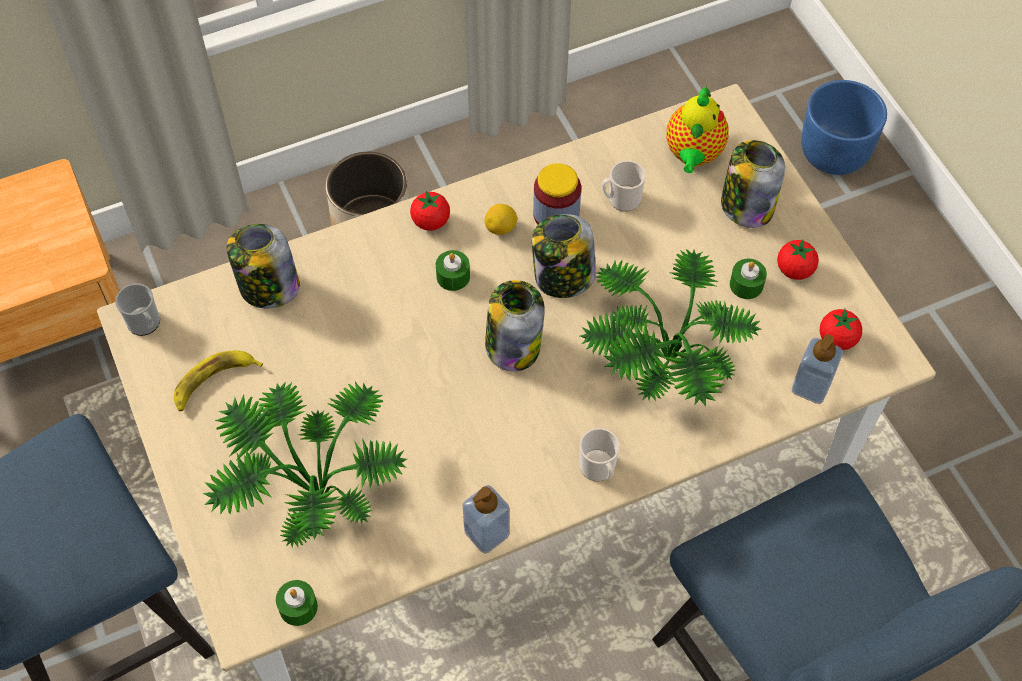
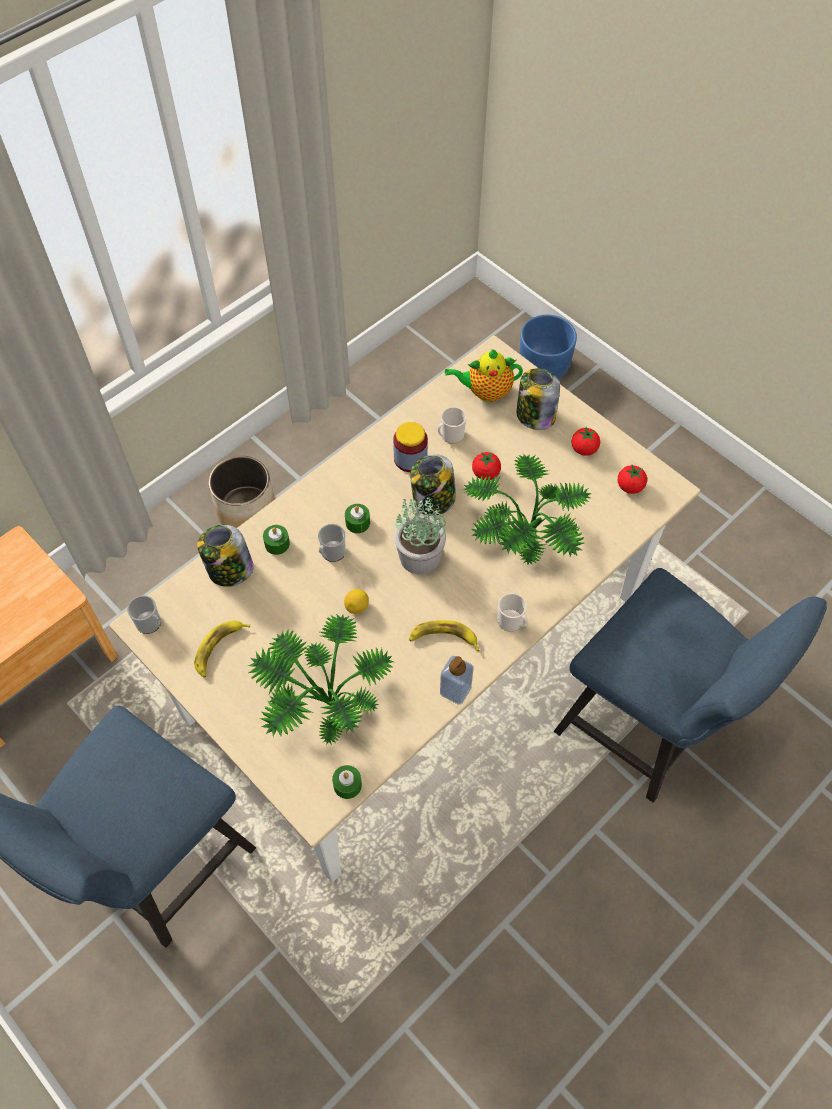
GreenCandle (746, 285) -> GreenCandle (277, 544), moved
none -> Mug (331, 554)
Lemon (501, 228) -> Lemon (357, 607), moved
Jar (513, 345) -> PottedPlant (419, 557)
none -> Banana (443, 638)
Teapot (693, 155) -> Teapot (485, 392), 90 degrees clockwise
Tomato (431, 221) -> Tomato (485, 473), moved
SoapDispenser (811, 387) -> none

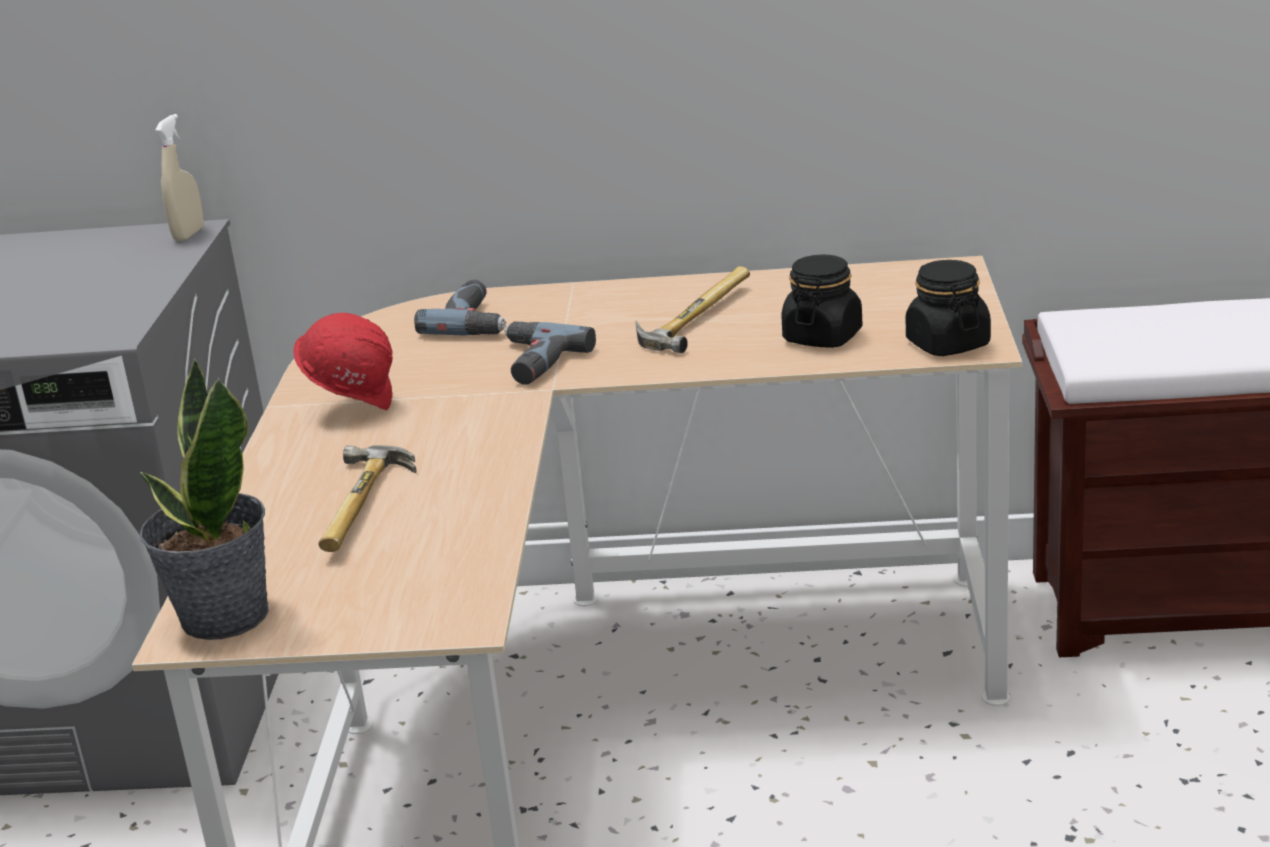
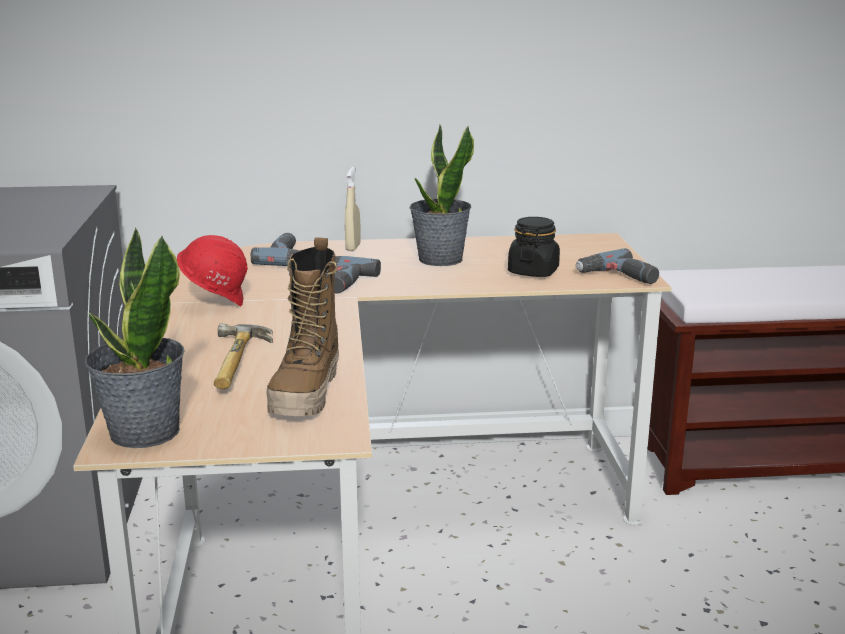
none -> Boot (307, 394)
BeigeSprayBottle (189, 234) -> BeigeSprayBottle (353, 247), moved
Hammer (691, 317) -> PottedPlant (440, 259)
BlackJar (947, 344) -> PowerDrill (618, 277)

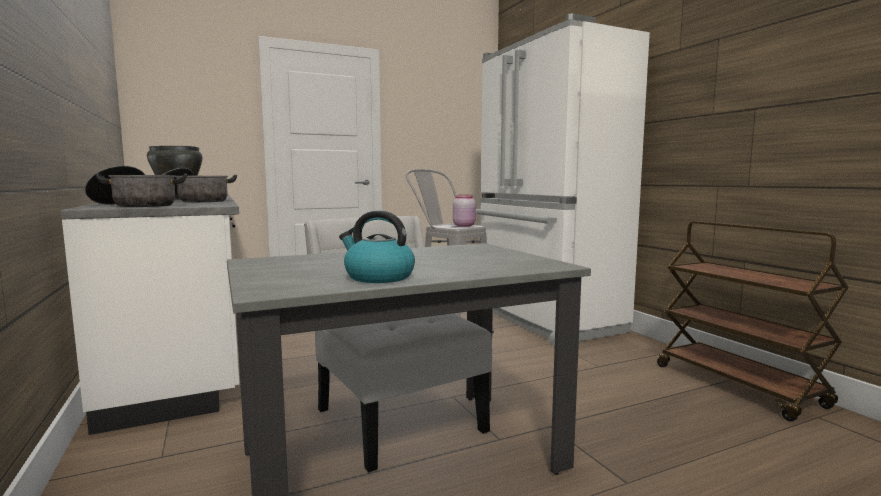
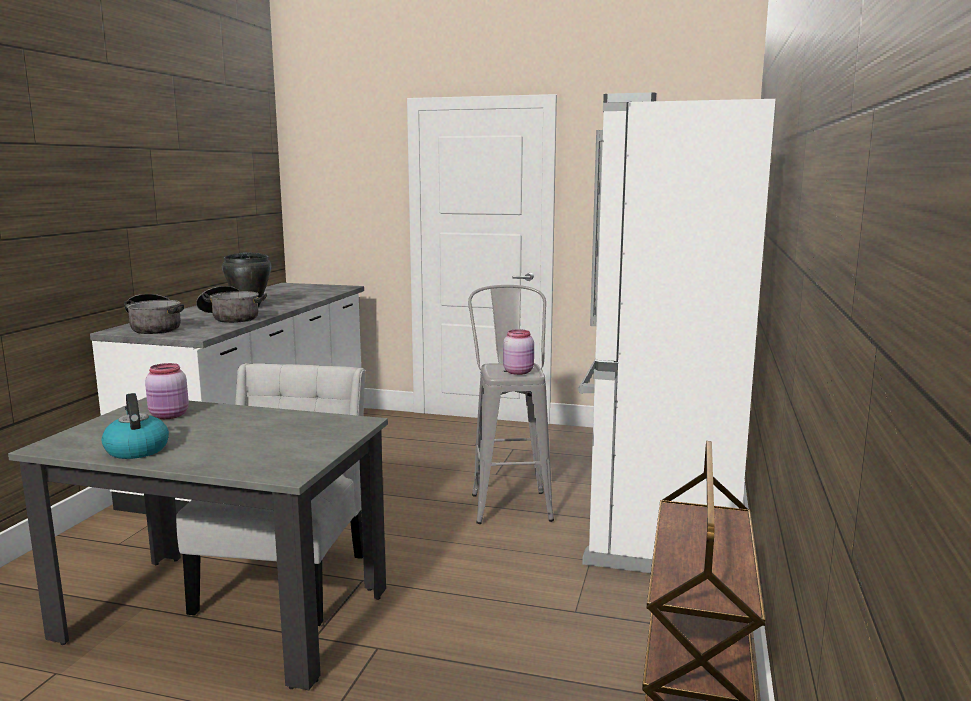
none -> PinkJar (170, 416)

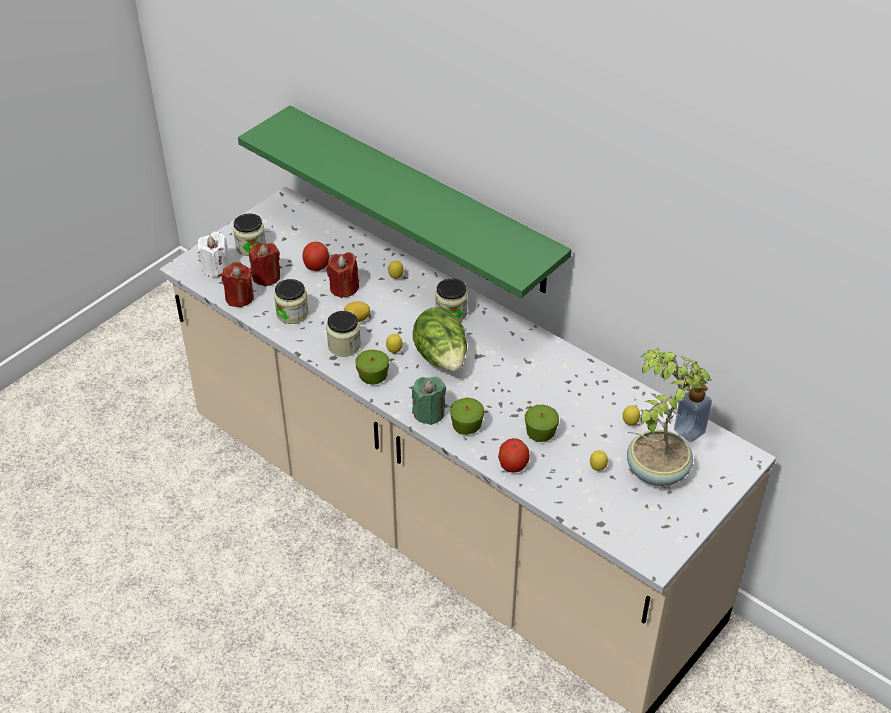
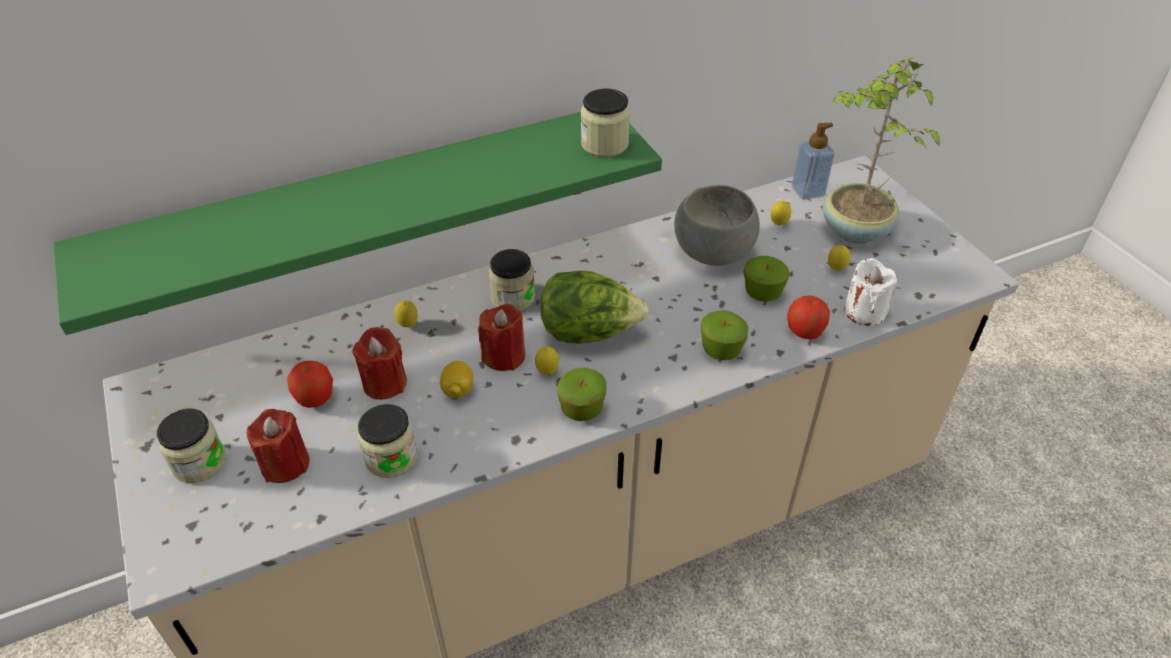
RedCandle (239, 298) -> RedCandle (504, 356), moved
Jar (344, 346) -> Jar (604, 144), moved
none -> GreyBowl (714, 251)
WhiteCandle (216, 268) -> WhiteCandle (864, 312), moved
GreenCandle (429, 413) -> none

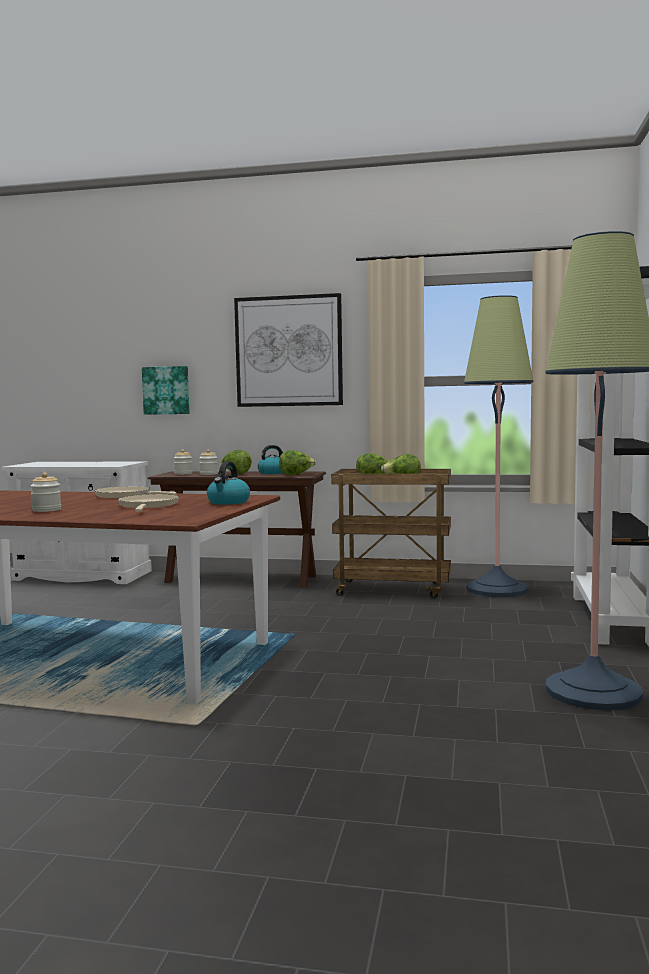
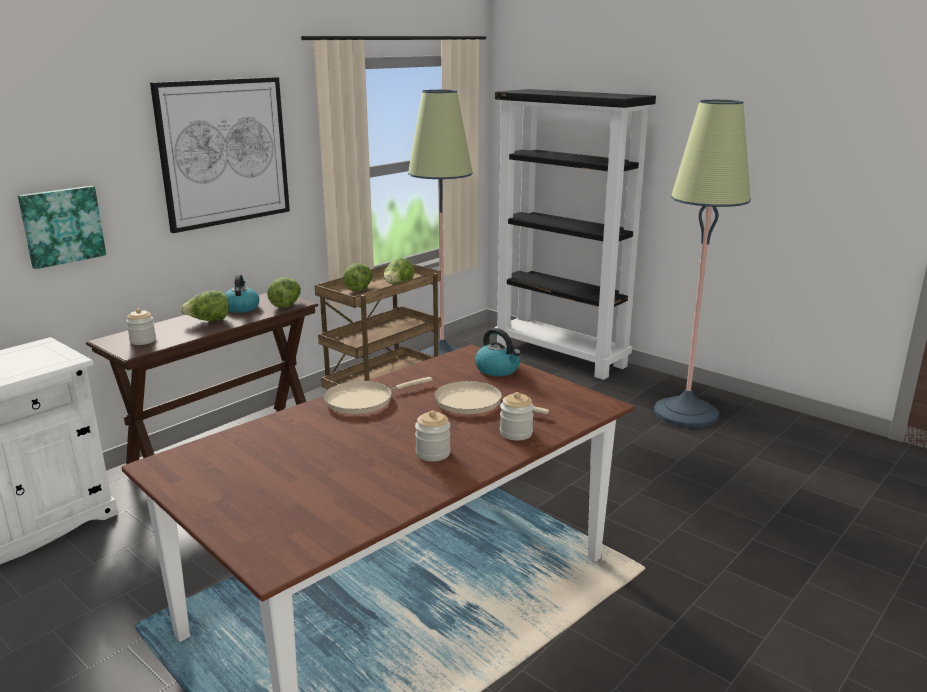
Jar (209, 474) -> Jar (516, 433), moved

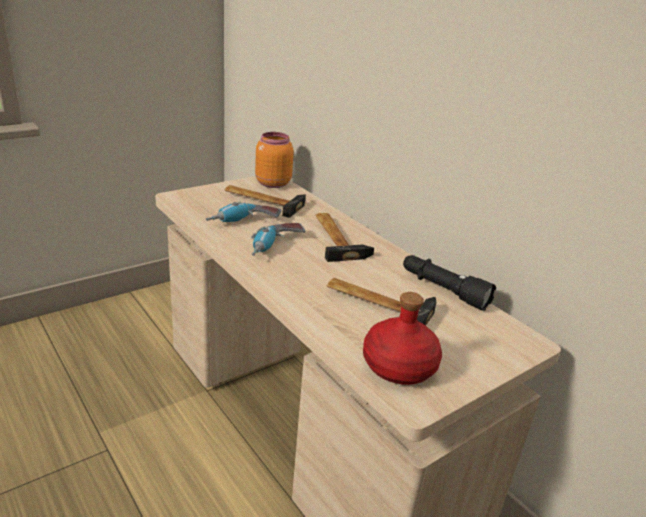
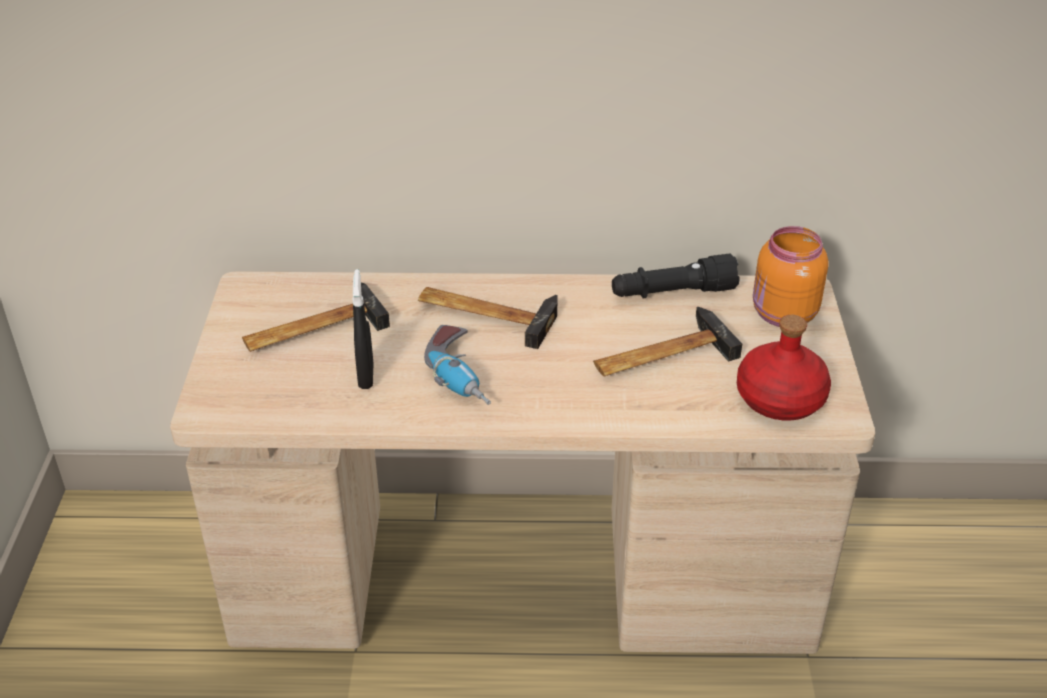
PowerDrill (244, 223) -> BlackSprayBottle (366, 376)
OrangeJar (272, 183) -> OrangeJar (782, 315), moved

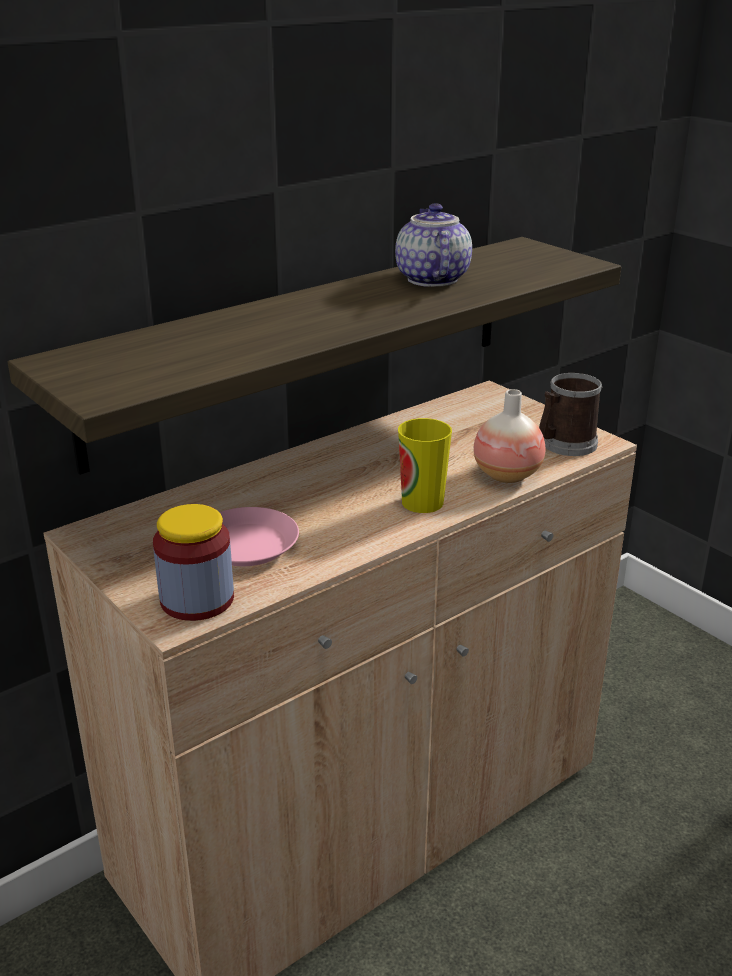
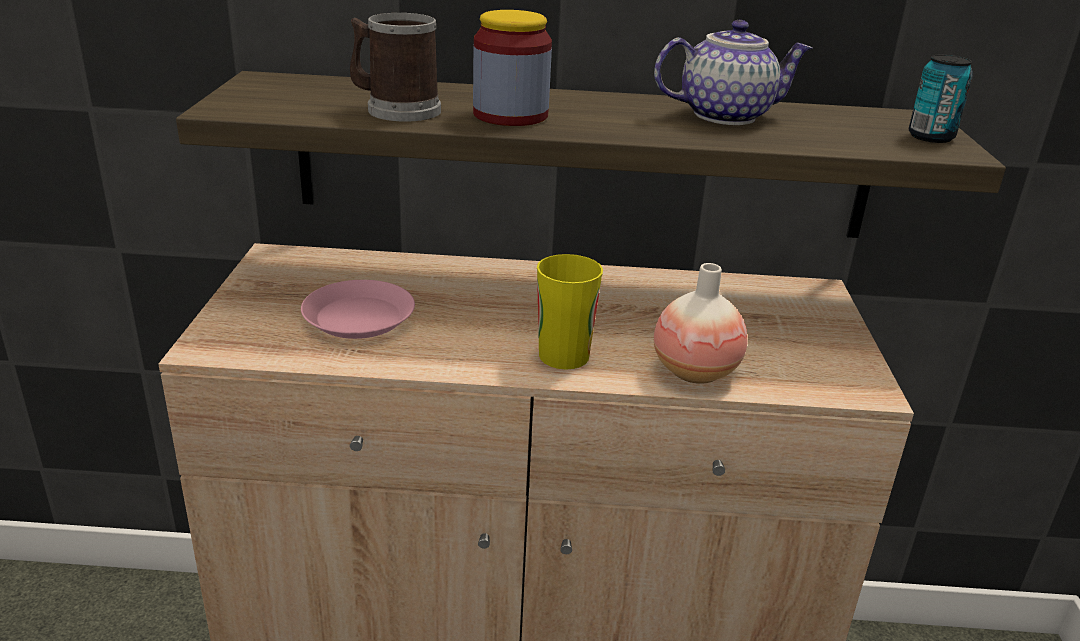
Mug (564, 445) -> Mug (396, 110), moved
Jar (197, 599) -> Jar (510, 115), moved
Teapot (430, 279) -> Teapot (725, 115), 45 degrees clockwise
none -> Can (930, 137)

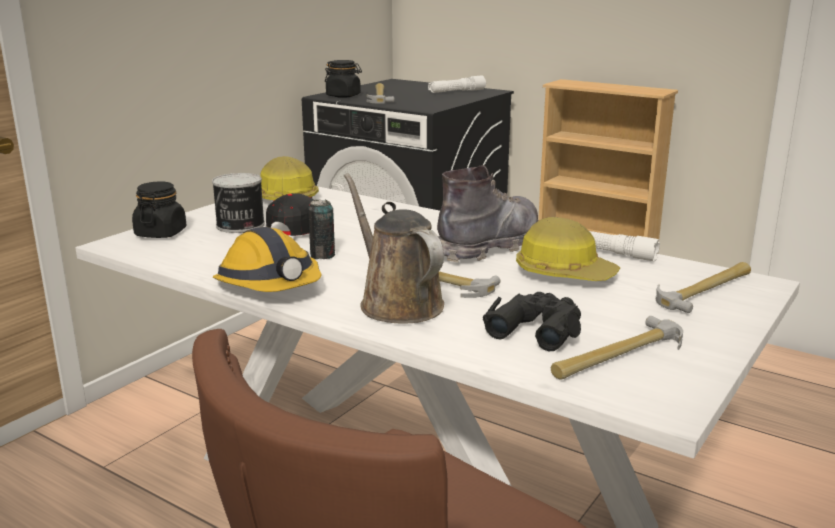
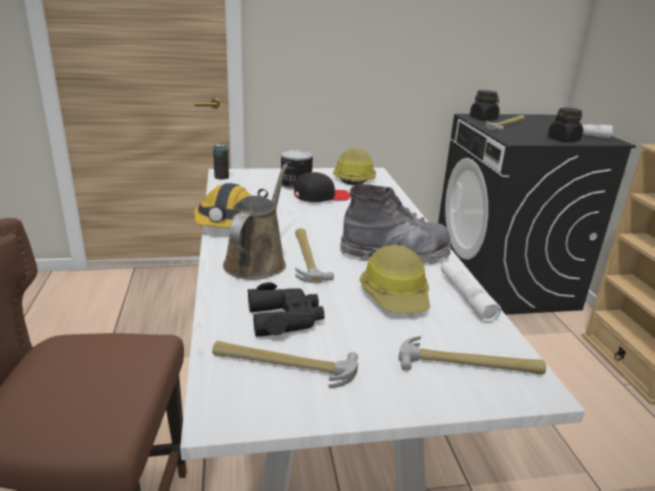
Can (322, 255) -> Can (221, 177), moved
BlackJar (161, 233) -> BlackJar (563, 139), moved

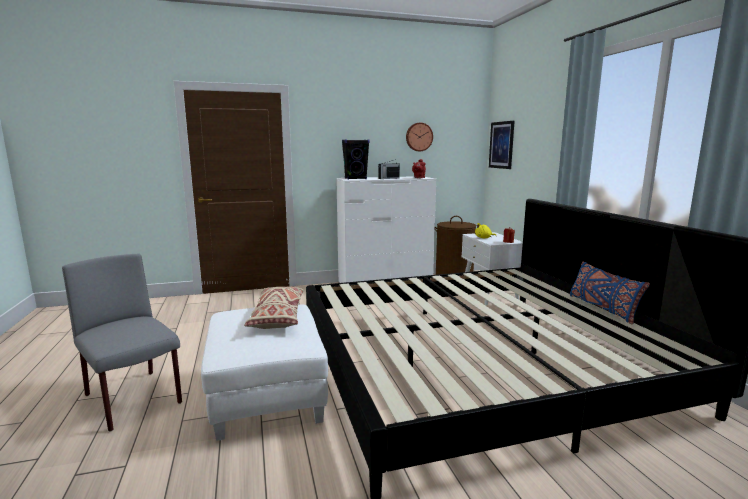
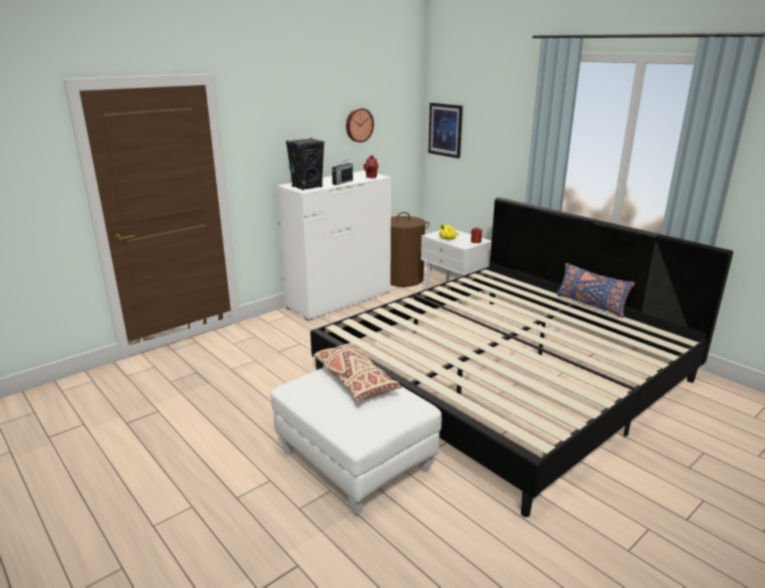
GreyChair (134, 400) -> none

